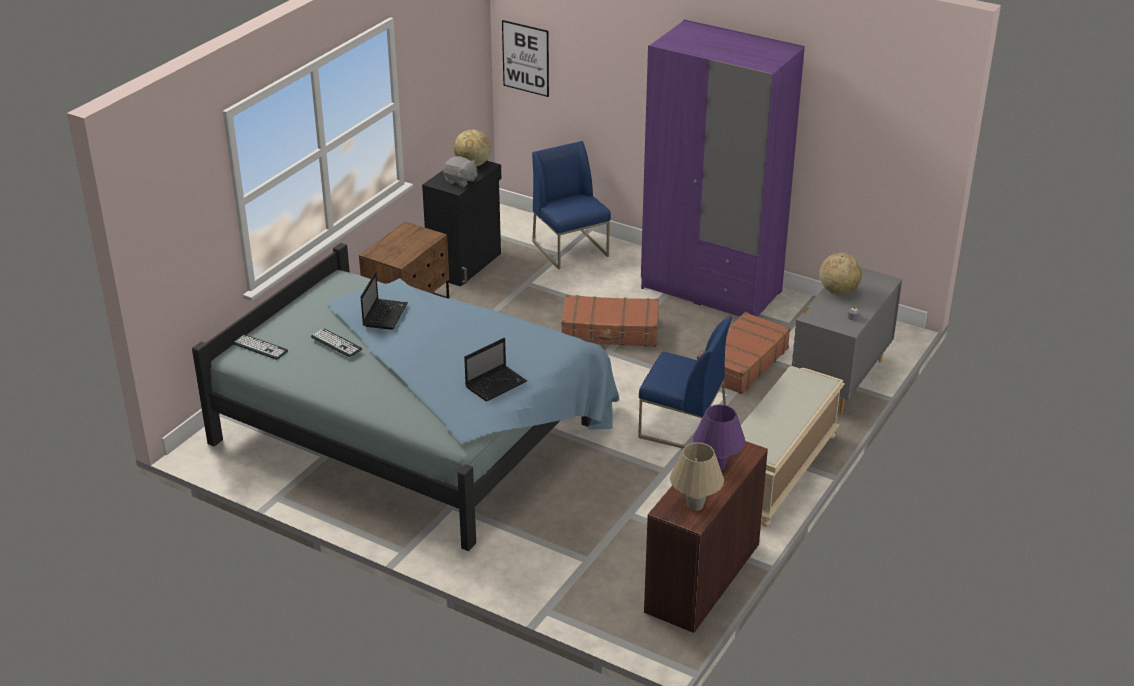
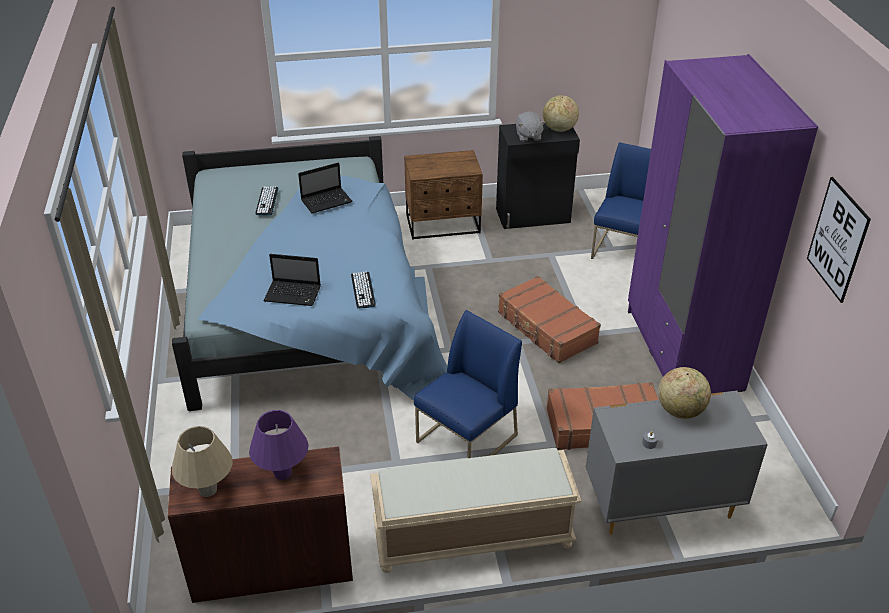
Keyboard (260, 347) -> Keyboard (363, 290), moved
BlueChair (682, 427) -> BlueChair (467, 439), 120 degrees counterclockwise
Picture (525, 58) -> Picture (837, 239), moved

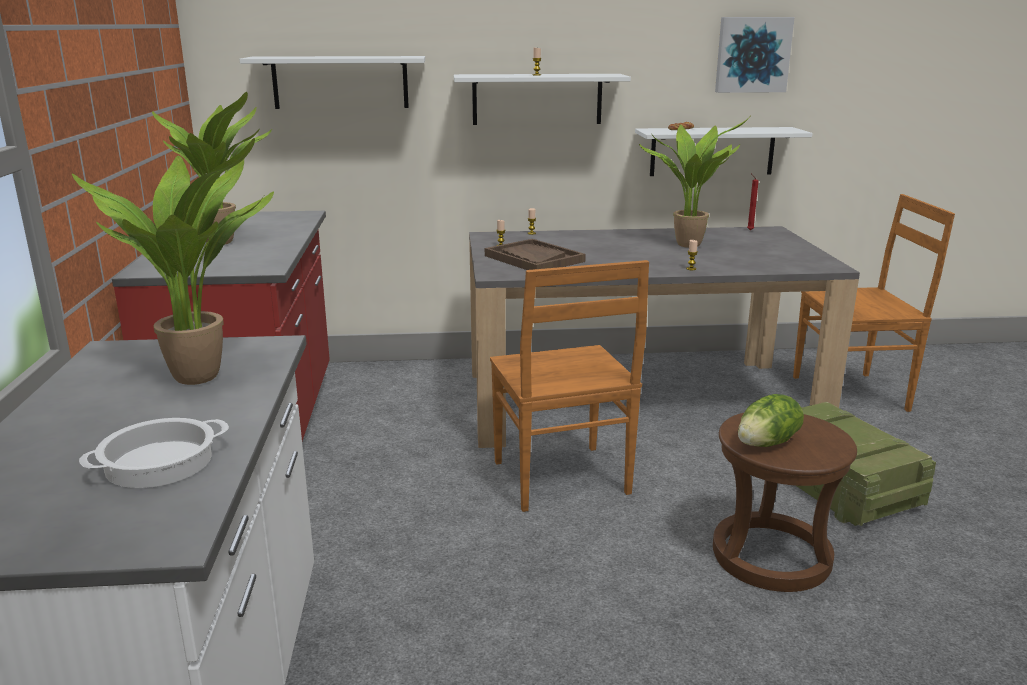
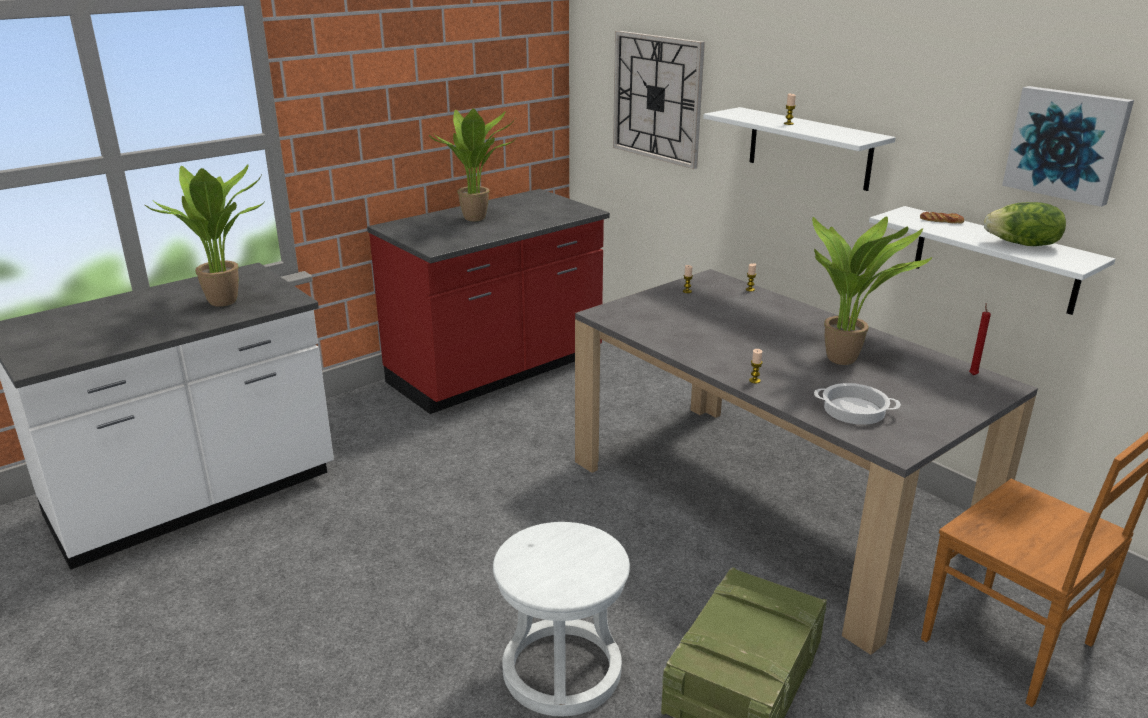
BrownStool (771, 555) -> WhiteStool (562, 670)
WhiteShelf (340, 82) -> WallClock (657, 98)
CookingPot (158, 463) -> CookingPot (853, 410), moved
Lettuce (768, 443) -> Lettuce (1022, 244), moved
BrownTray (534, 258) -> none
BrownChair (562, 480) -> none

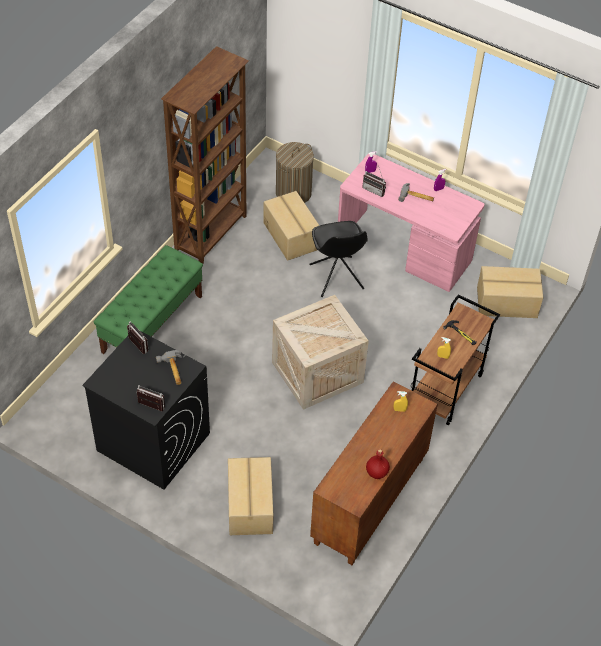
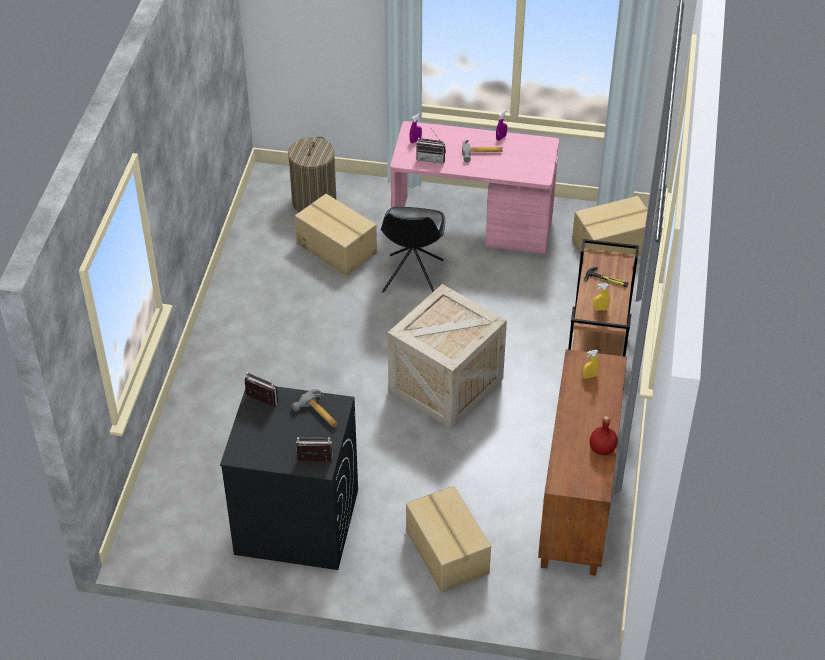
BlackChair (336, 277) -> BlackChair (412, 277), 45 degrees clockwise
GreenBench (152, 324) -> none
BrownBookcase (212, 233) -> none

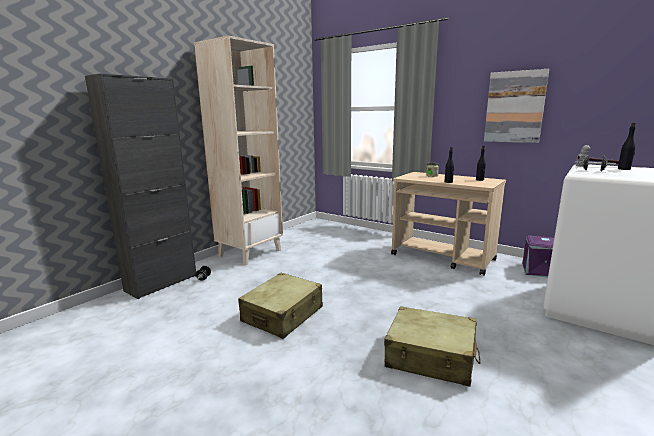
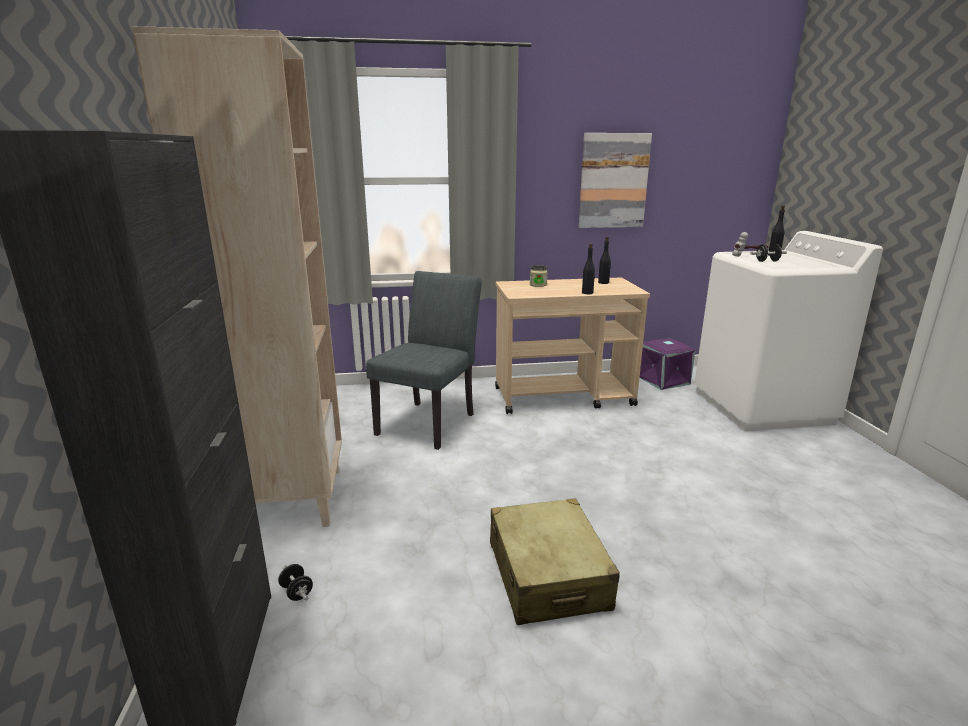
none -> GreyChair (430, 421)
BeigeSuitcase (431, 357) -> none

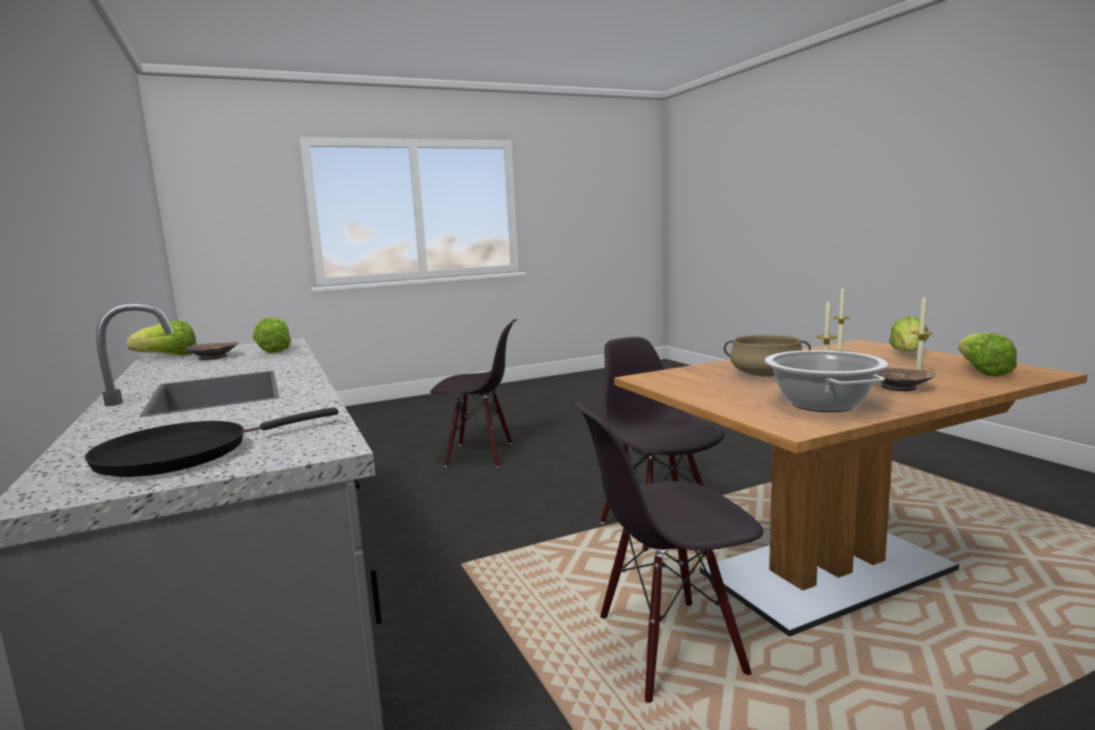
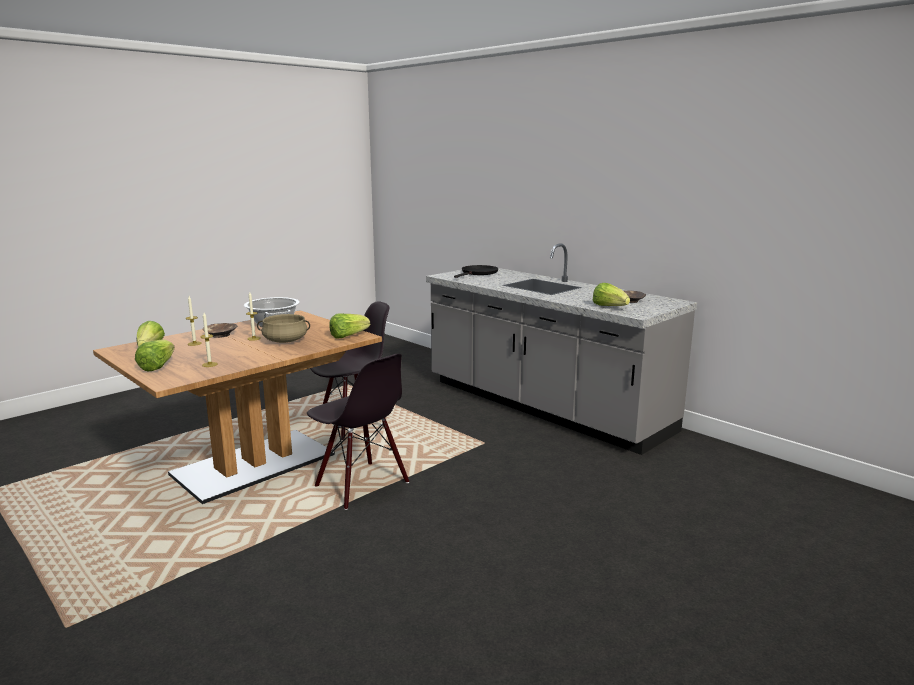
Lettuce (168, 356) -> Lettuce (348, 336), moved
BlackChair (479, 455) -> none

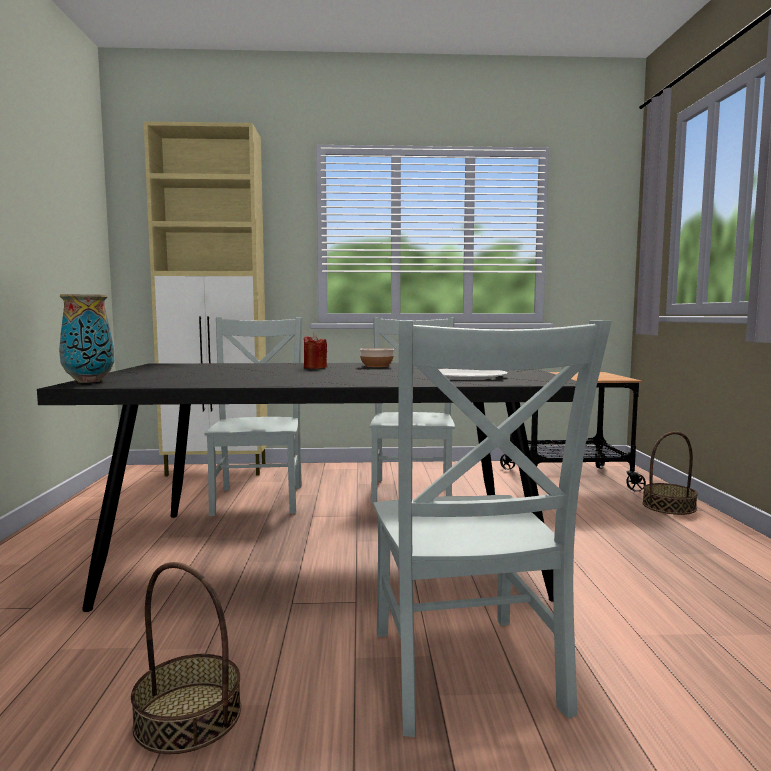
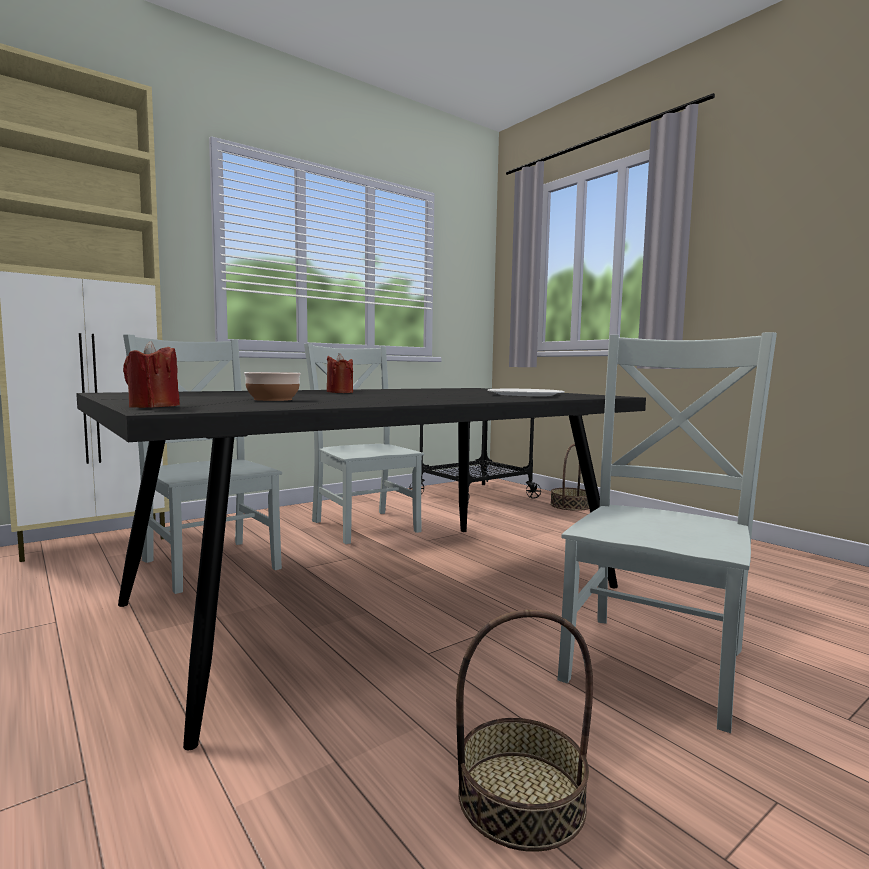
Vase (89, 381) -> RedCandle (153, 407)
Bowl (376, 366) -> Bowl (273, 399), moved
GreyChair (465, 675) -> GreyChair (656, 660), 105 degrees counterclockwise

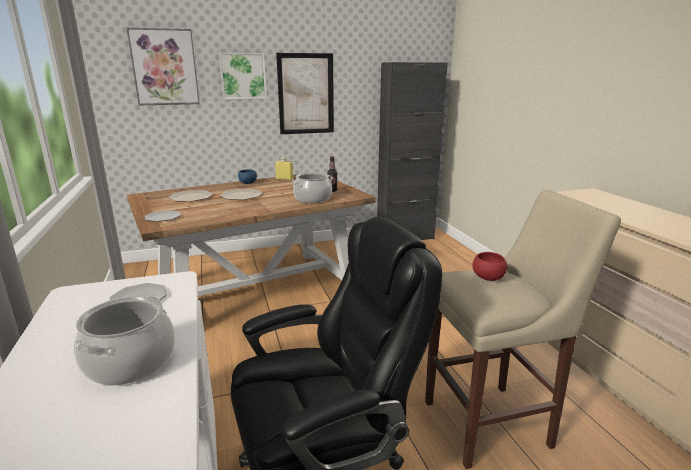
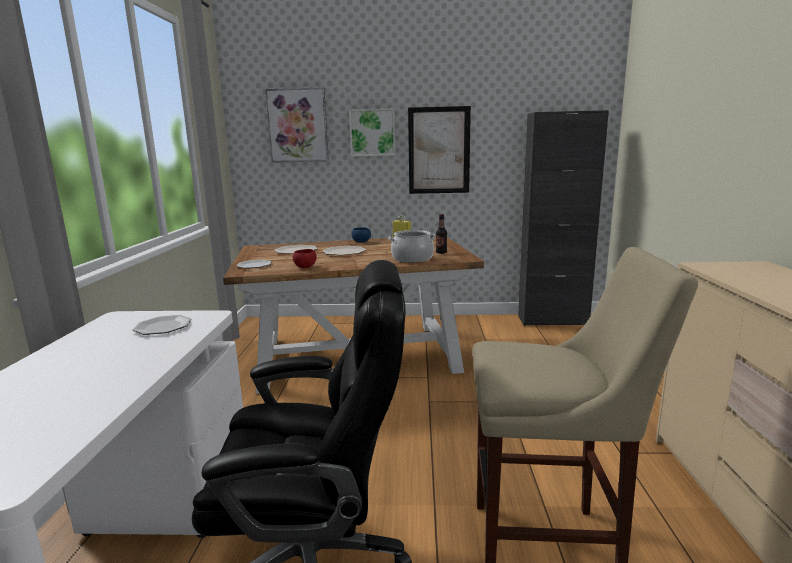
RedBowl (488, 278) -> RedBowl (305, 267), moved
CookingPot (130, 361) -> none

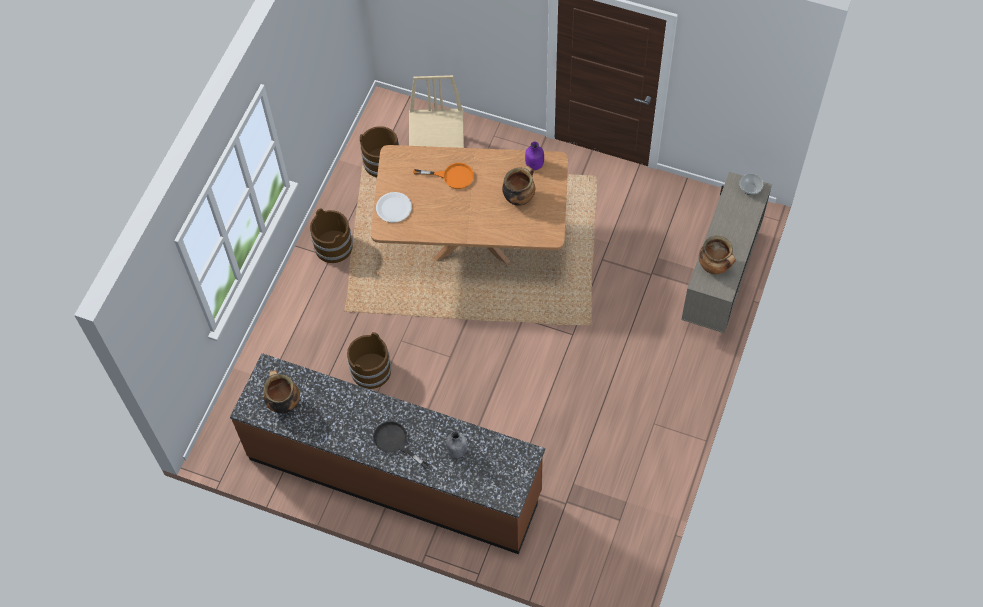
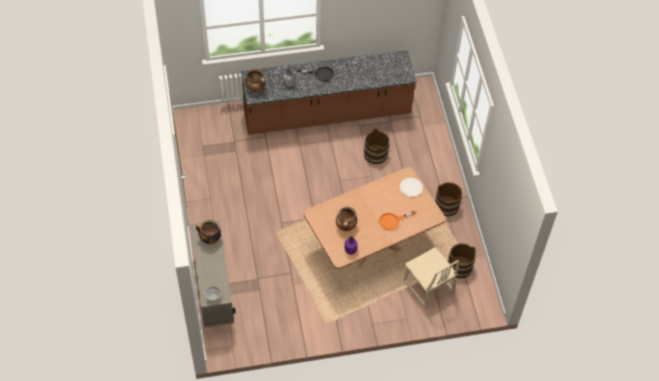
CookingPot (283, 403) -> CookingPot (256, 88), moved

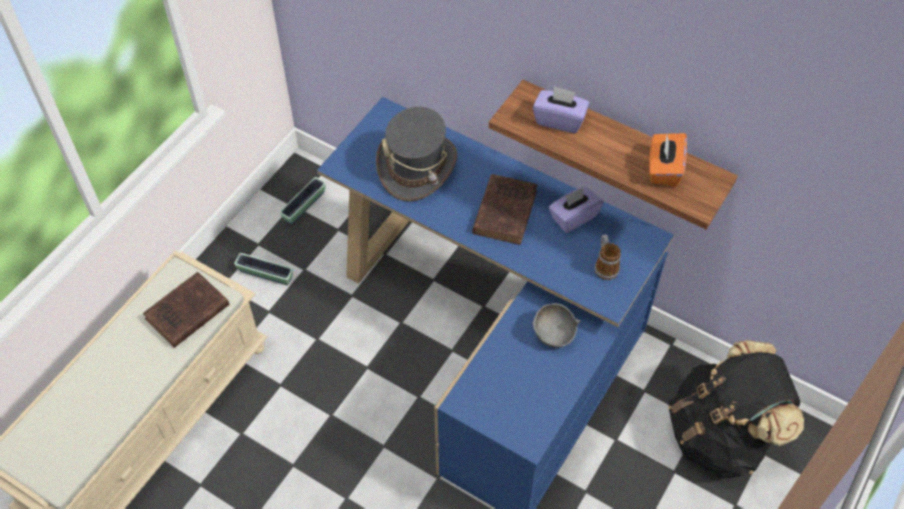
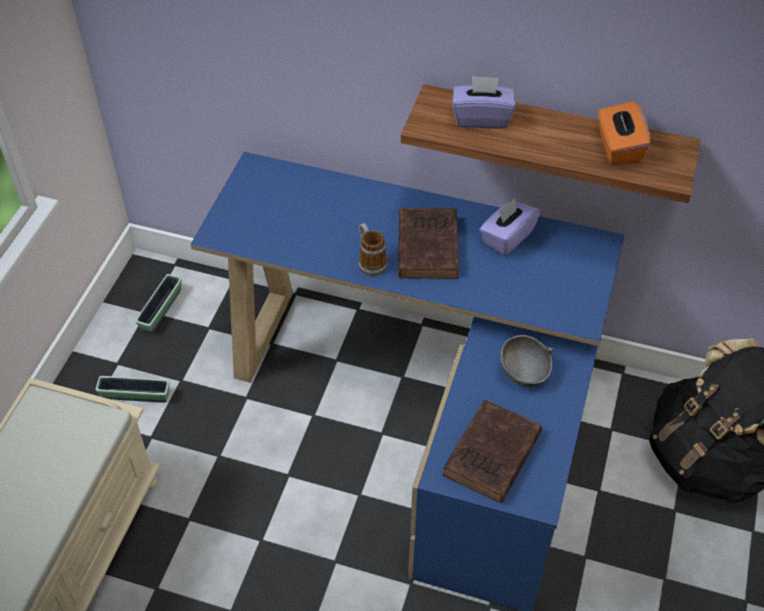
Mug (605, 265) -> Mug (370, 261), moved
BrownBook (186, 314) -> BrownBook (490, 456), moved
GreyHat (417, 166) -> none

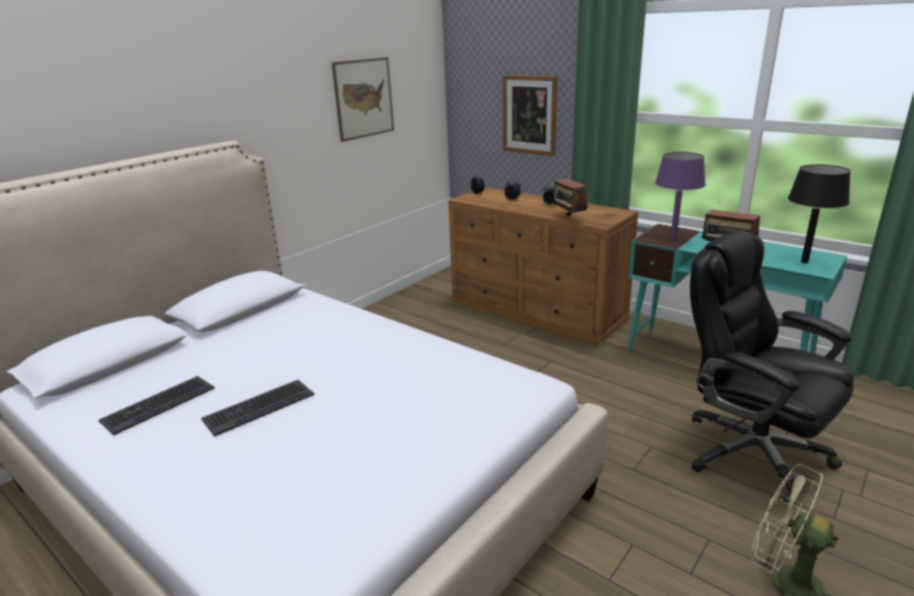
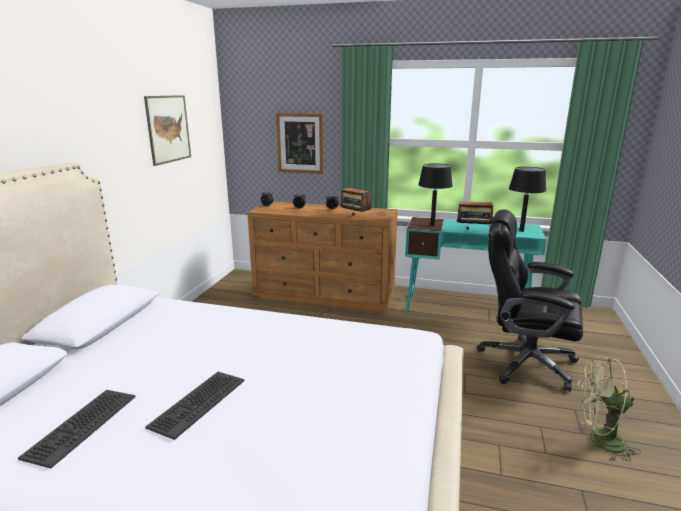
PurpleTableLamp (673, 239) -> BlackTableLamp (432, 225)

